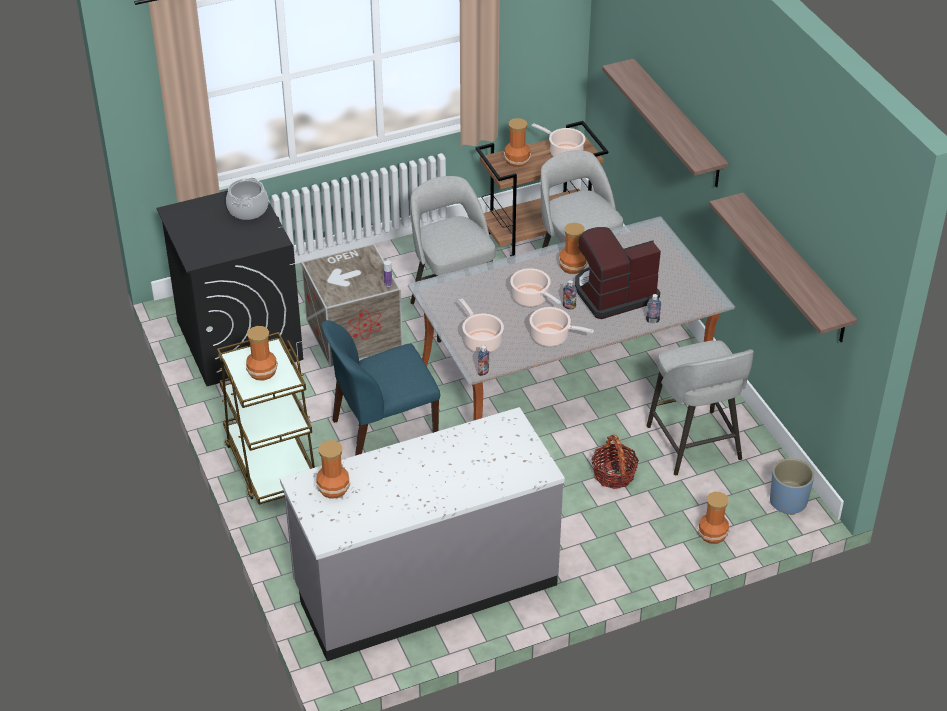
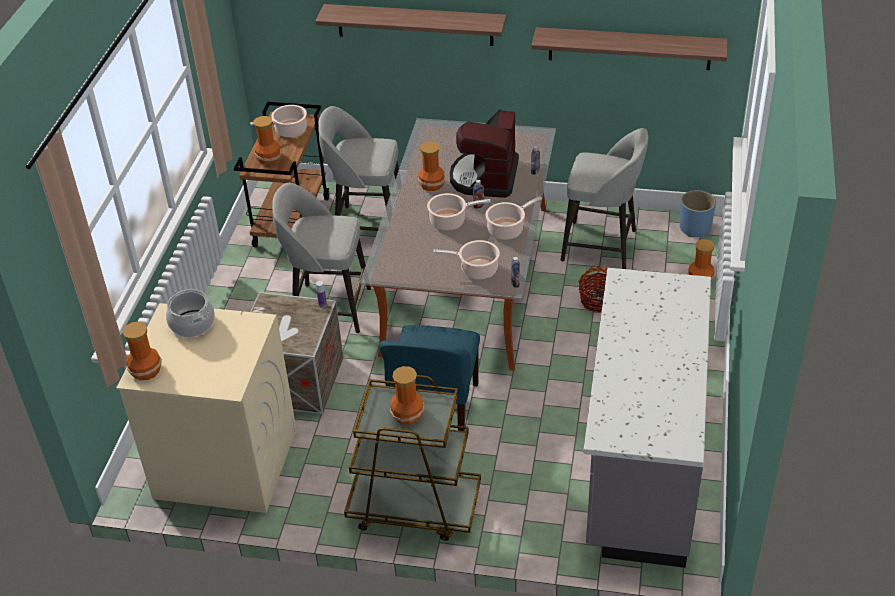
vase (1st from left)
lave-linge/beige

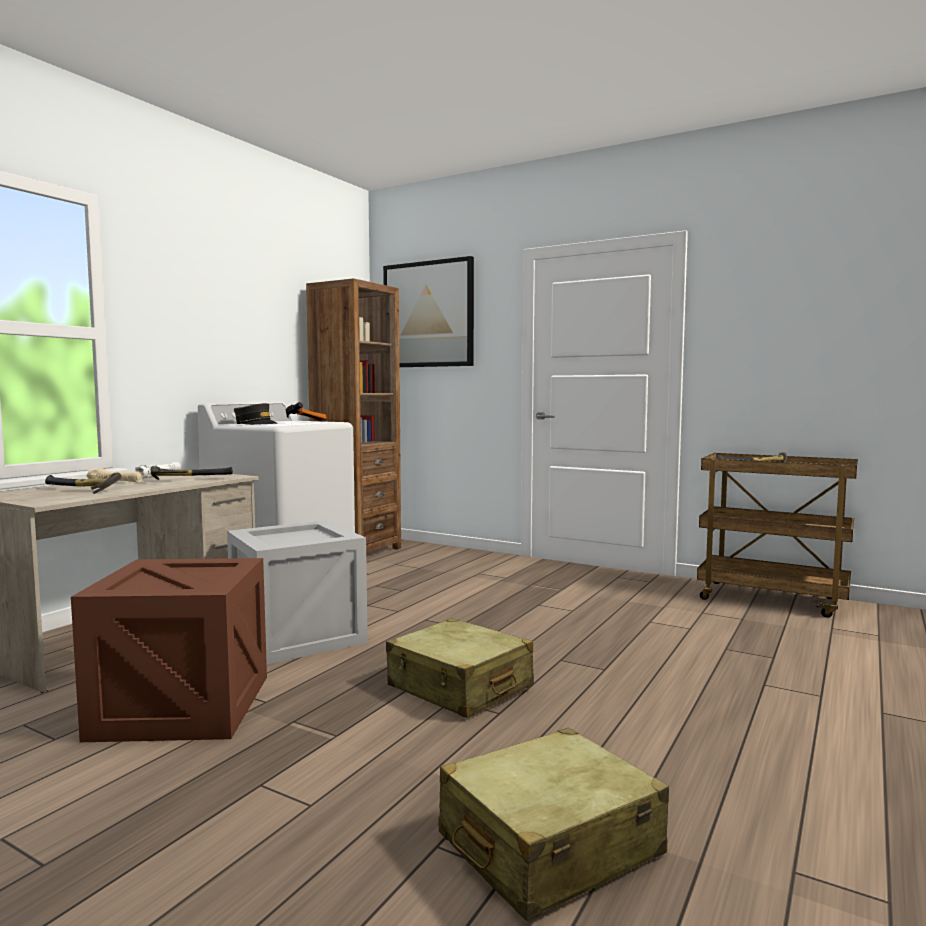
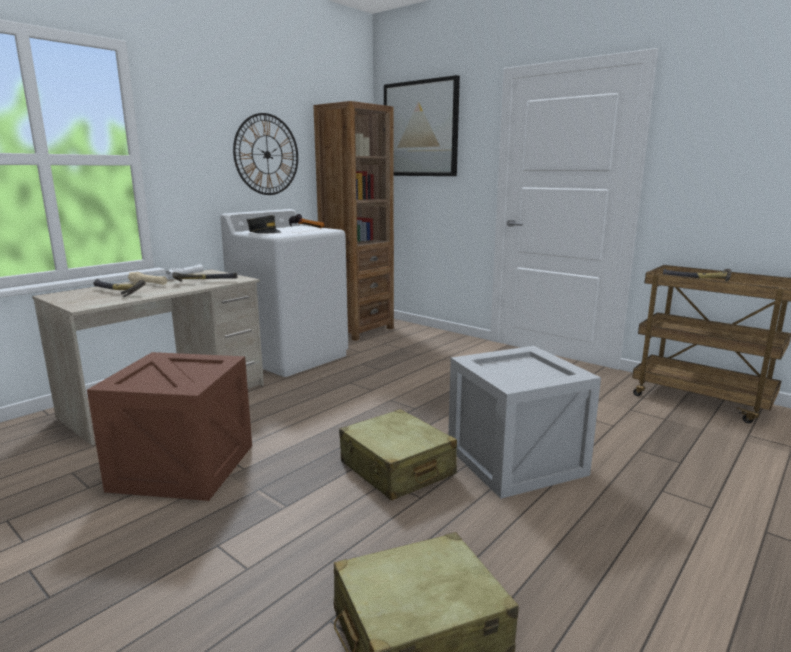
horloge murale
caisse (2nd from left)

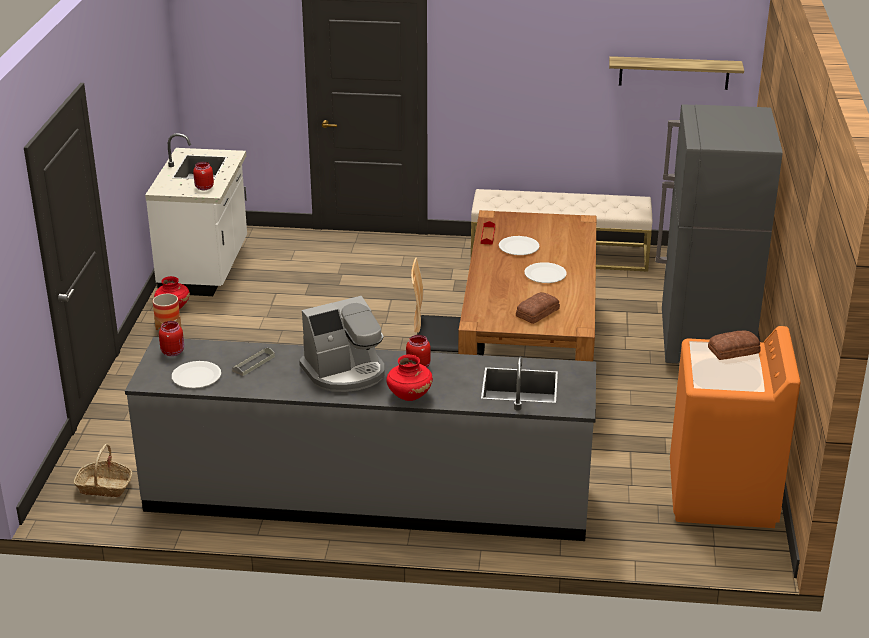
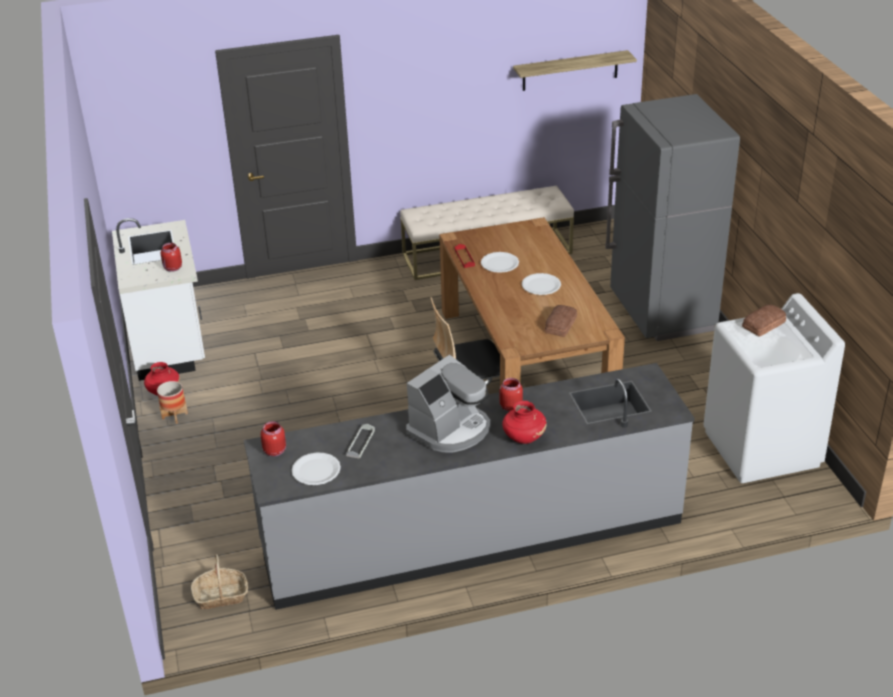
lave-linge/blanc

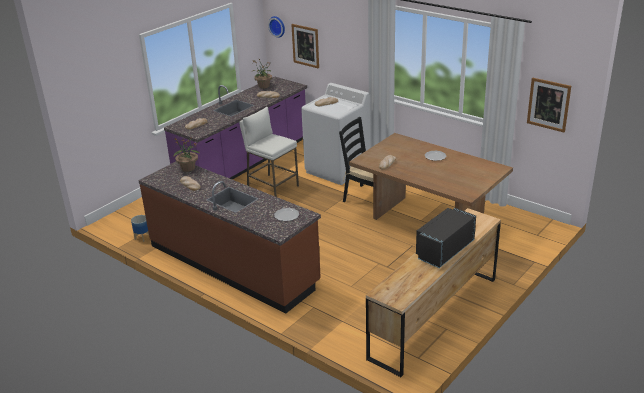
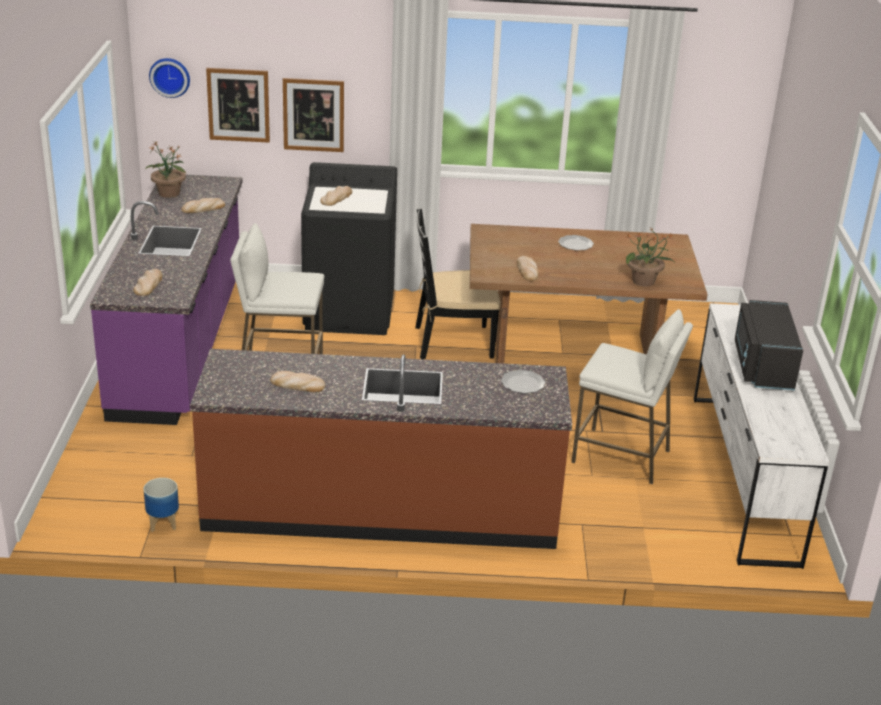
tabouret/blanc (2nd from left)
plante en pot (2nd from left)
tableau (2nd from left)
lave-linge/noir
commode/blanc

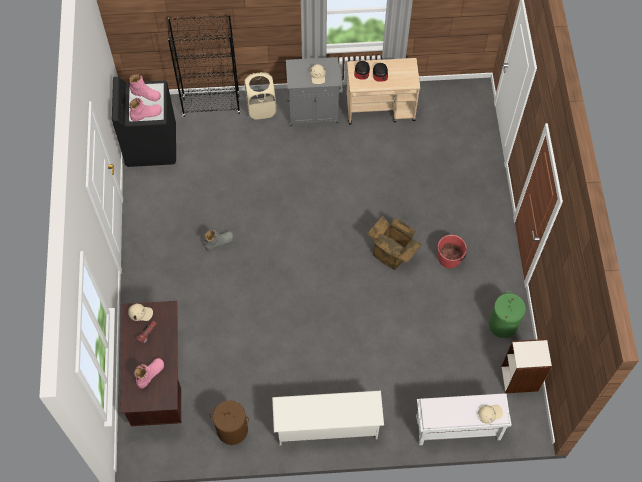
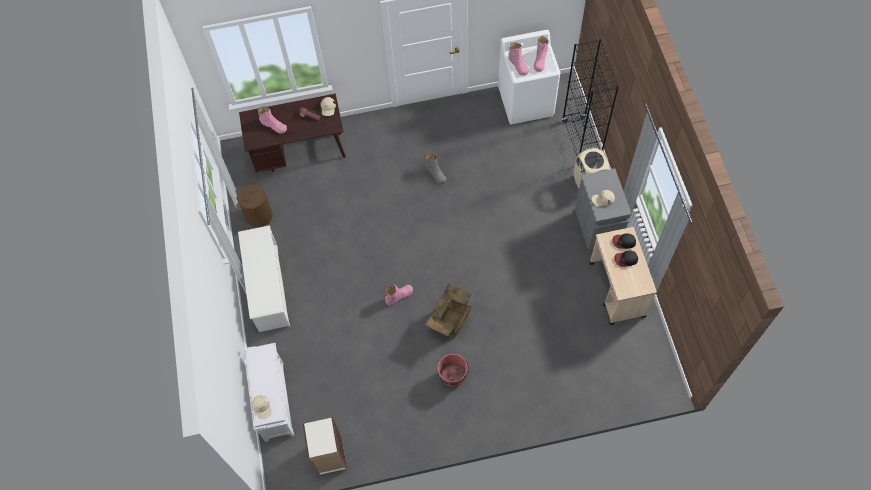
panier à linge/vert
botte/rose (2nd from left)
lave-linge/blanc

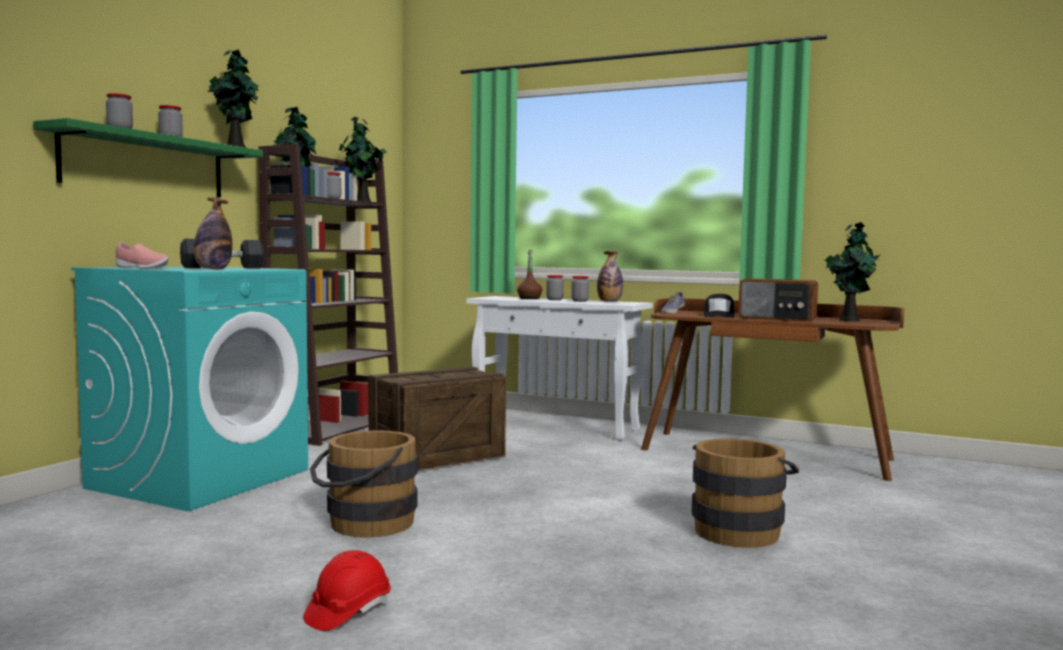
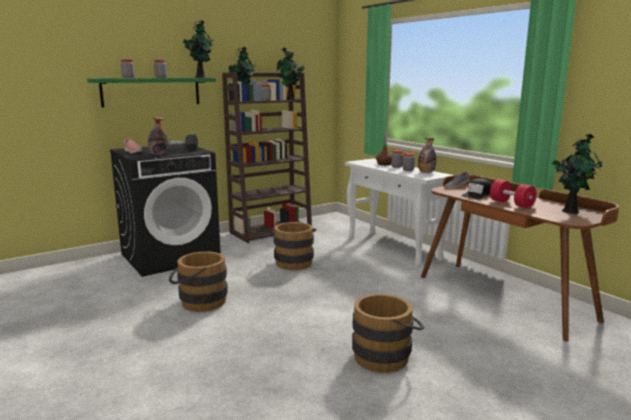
casque de chantier/rouge
seau/marron (2nd from left)
haltère/rouge
lave-linge/noir

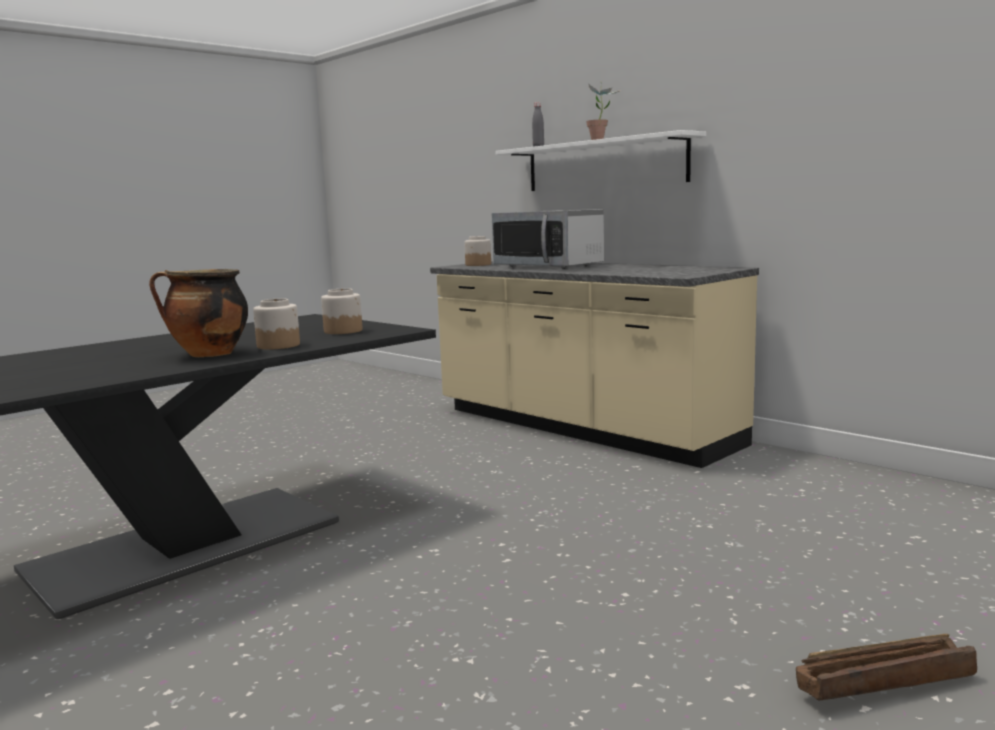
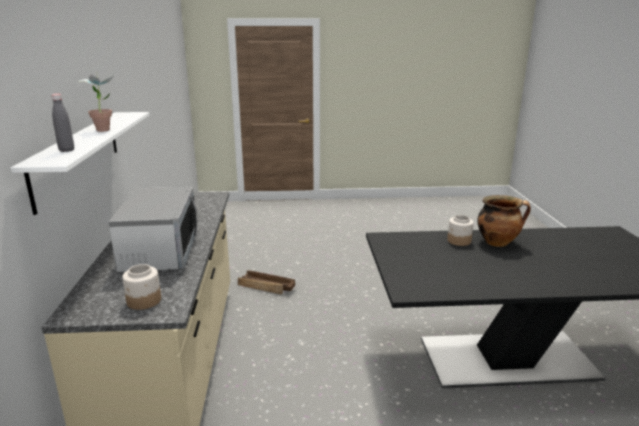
bocal (2nd from left in the first image)
caisse

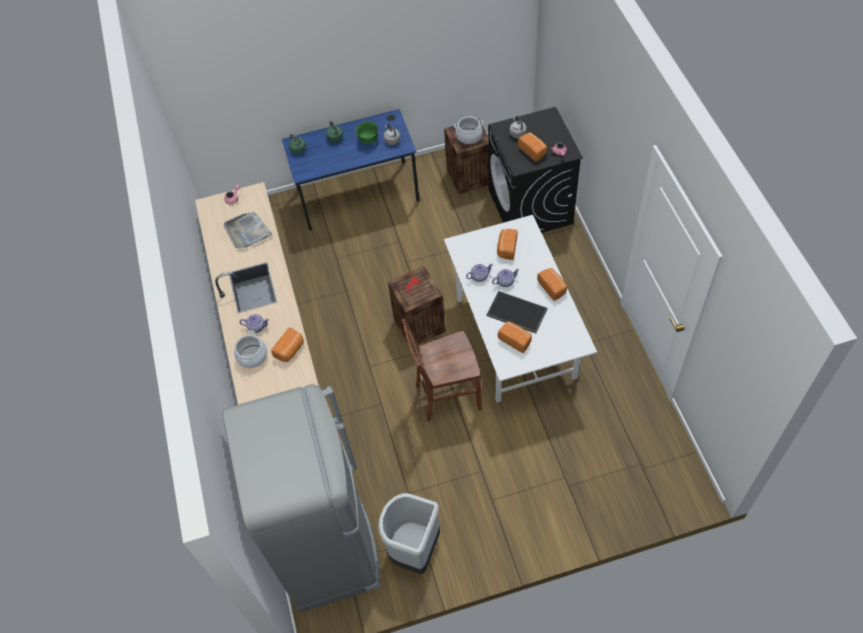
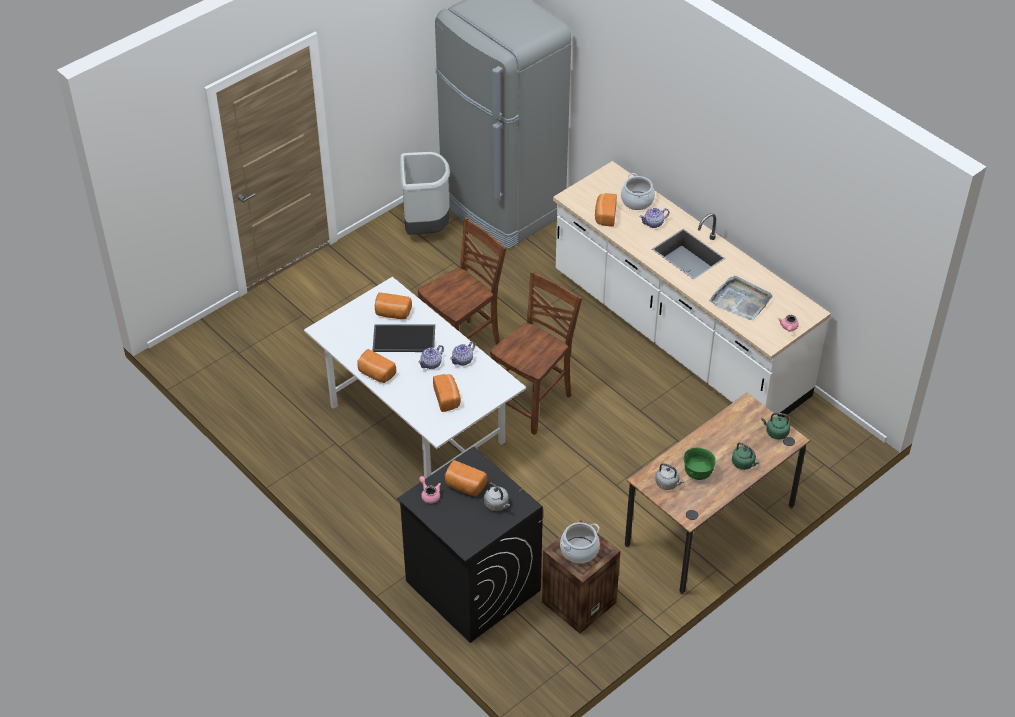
chaise/marron (2nd from left)
bureau/marron

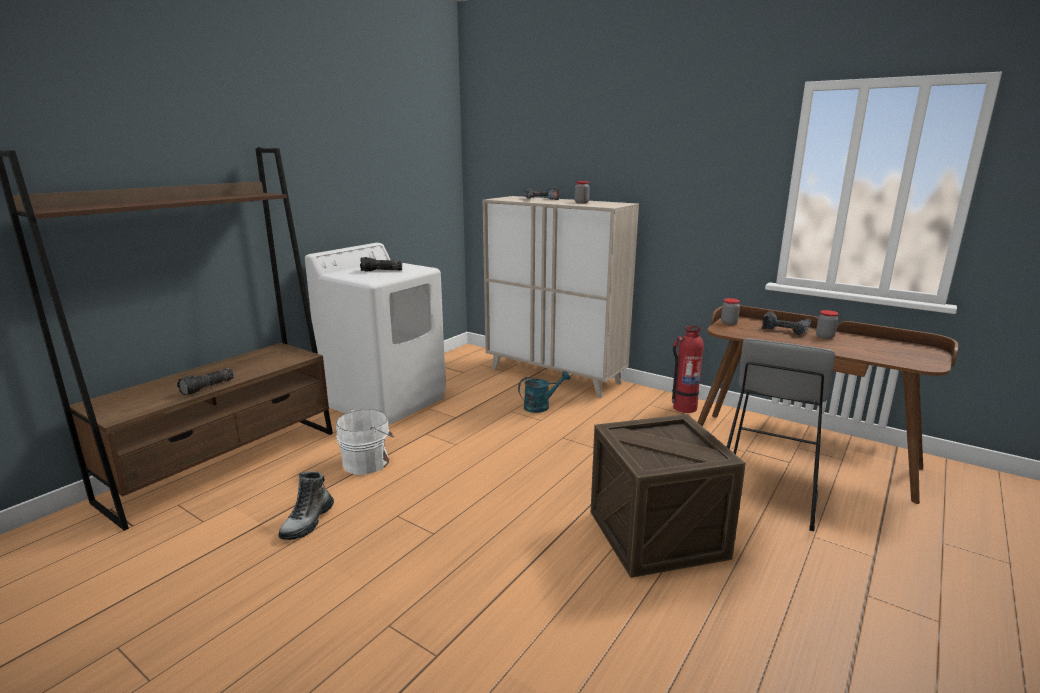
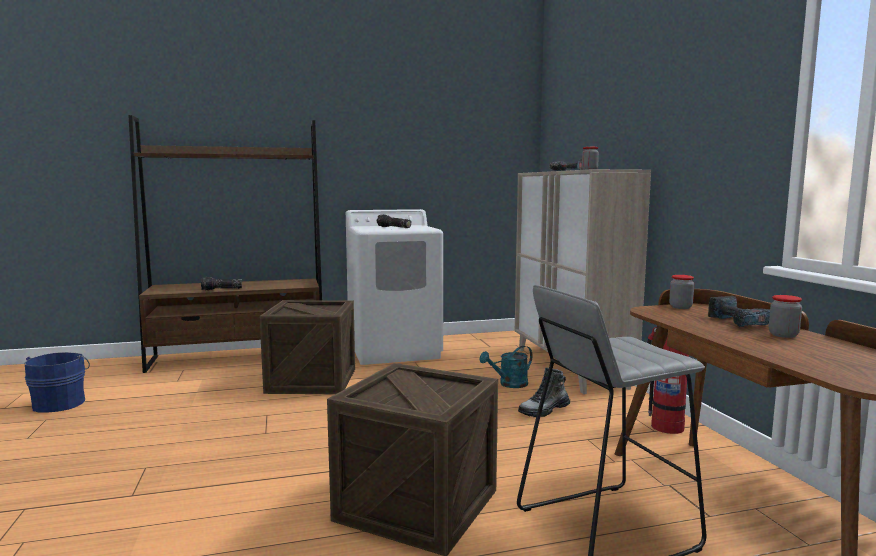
seau/bleu
botte
caisse (1st from left)
arrosoir/turquoise

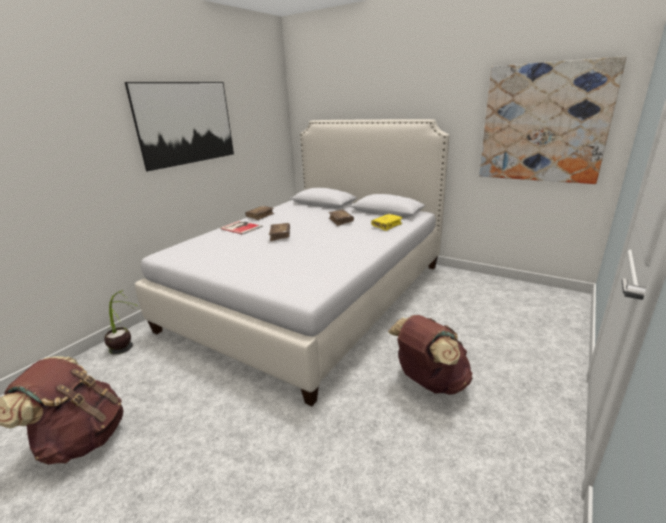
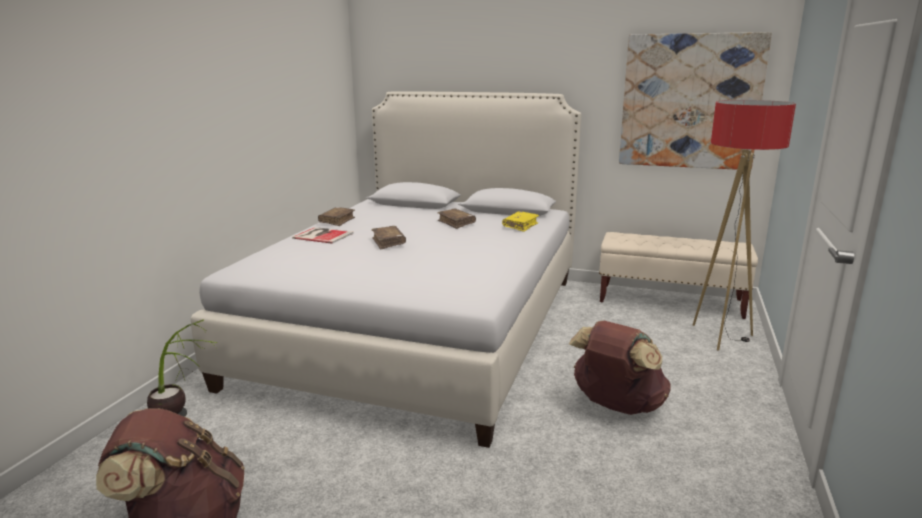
tableau (1st from left in the first image)
banc/beige
lampadaire

